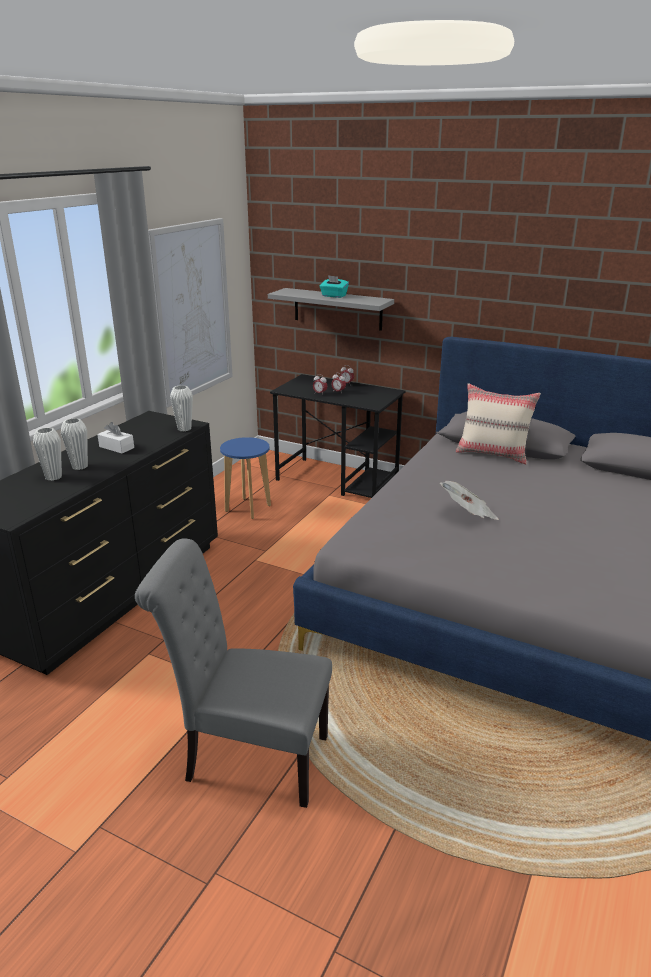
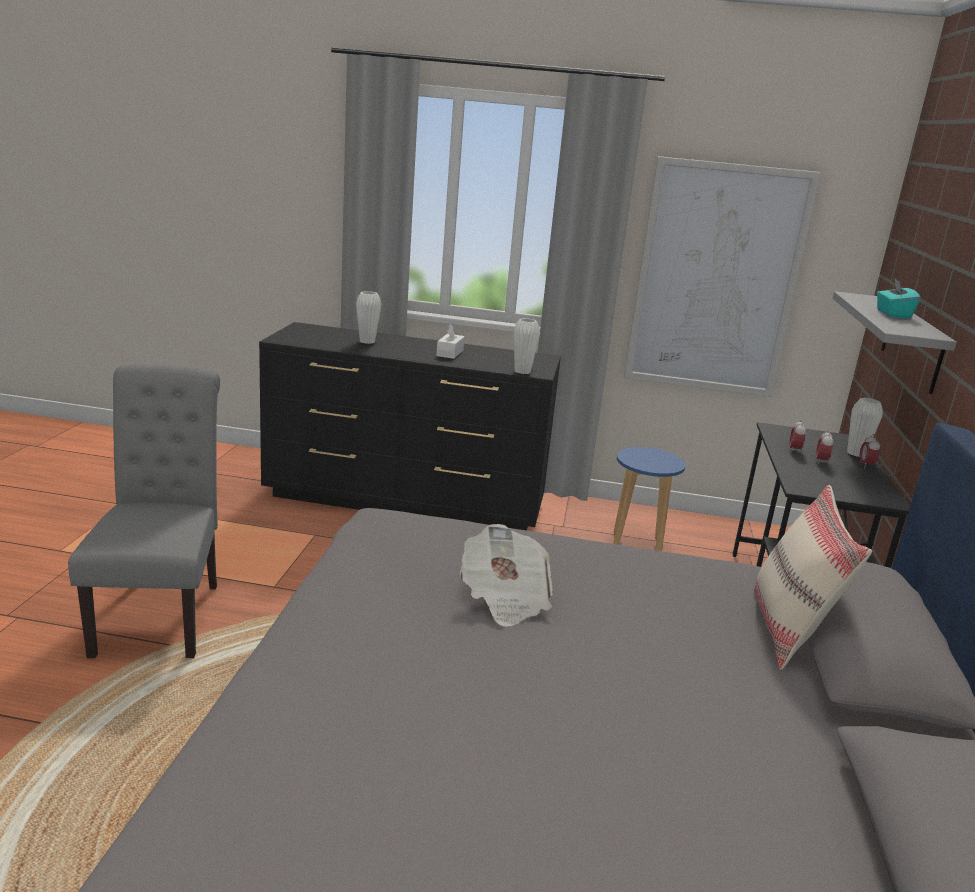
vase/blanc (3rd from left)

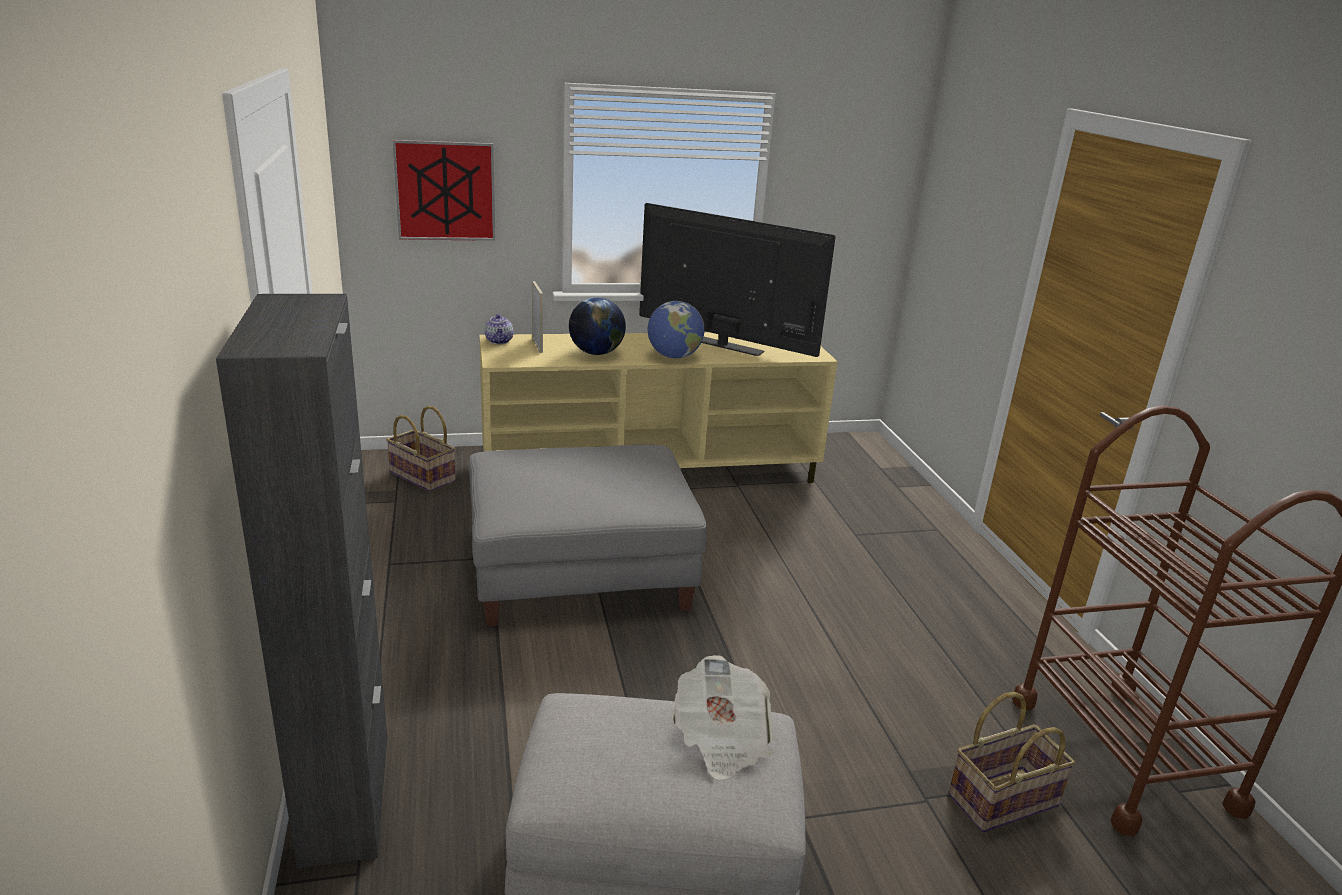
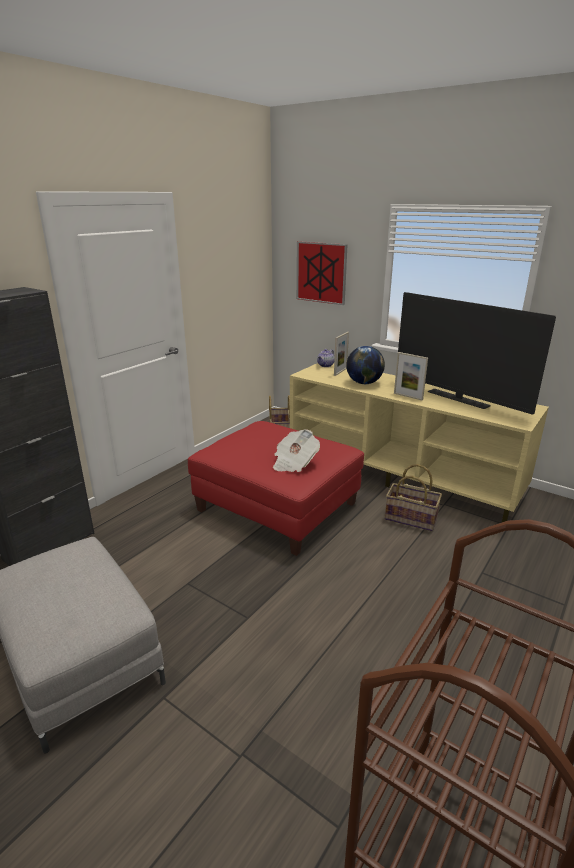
journal
panier (2nd from left)
cadre photo (2nd from left)
pouf/rouge
téléviseur

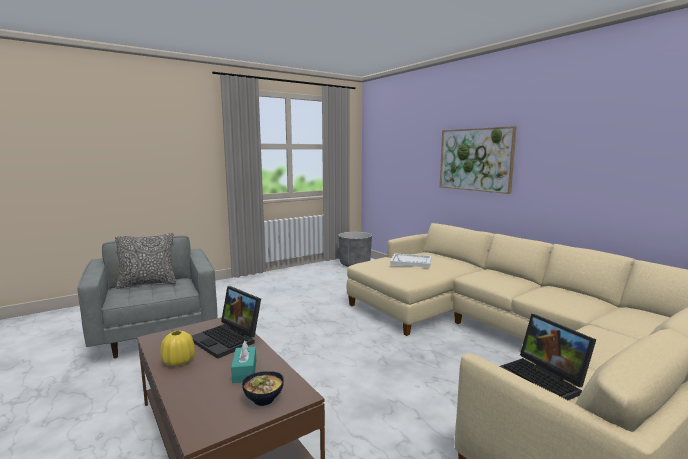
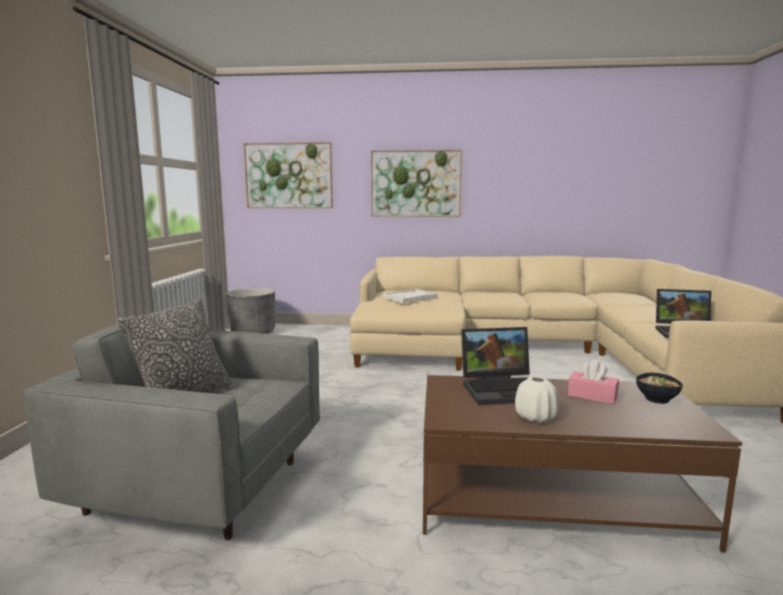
tableau (1st from left)
vase/blanc
boîte à mouchoirs/rose

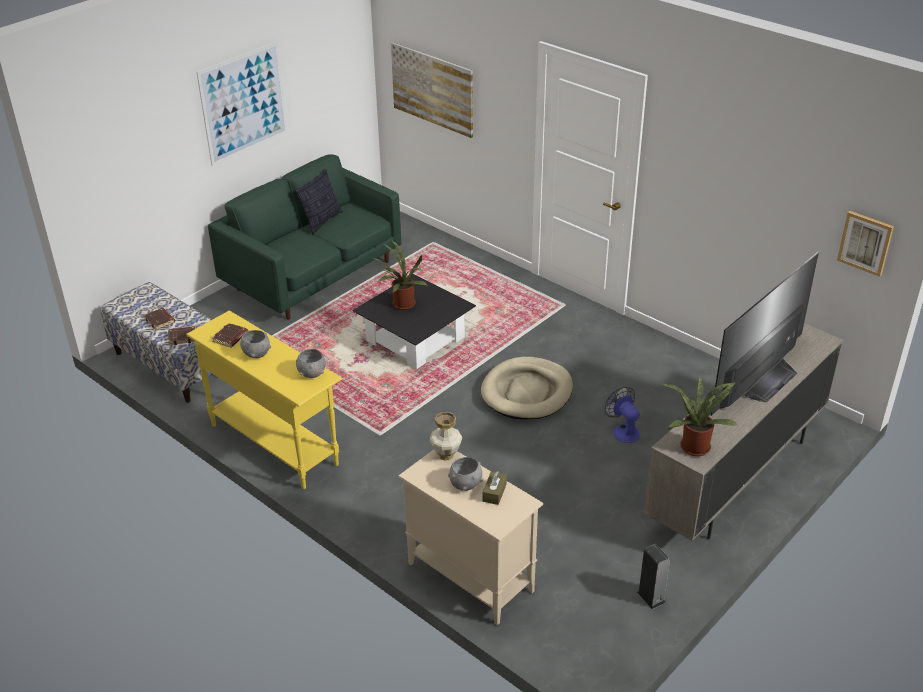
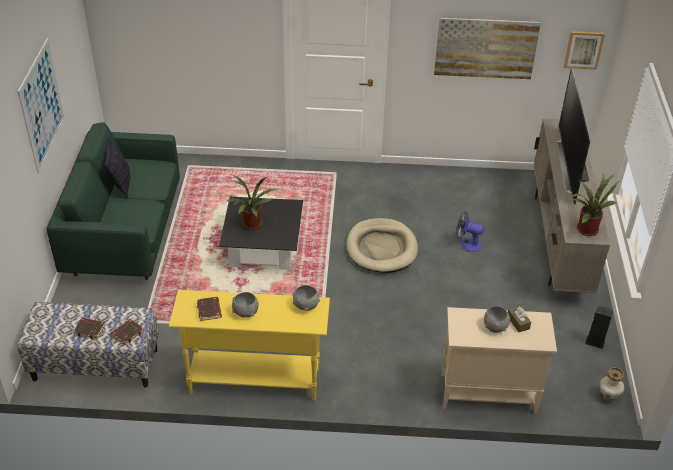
tableau (2nd from left)
vase

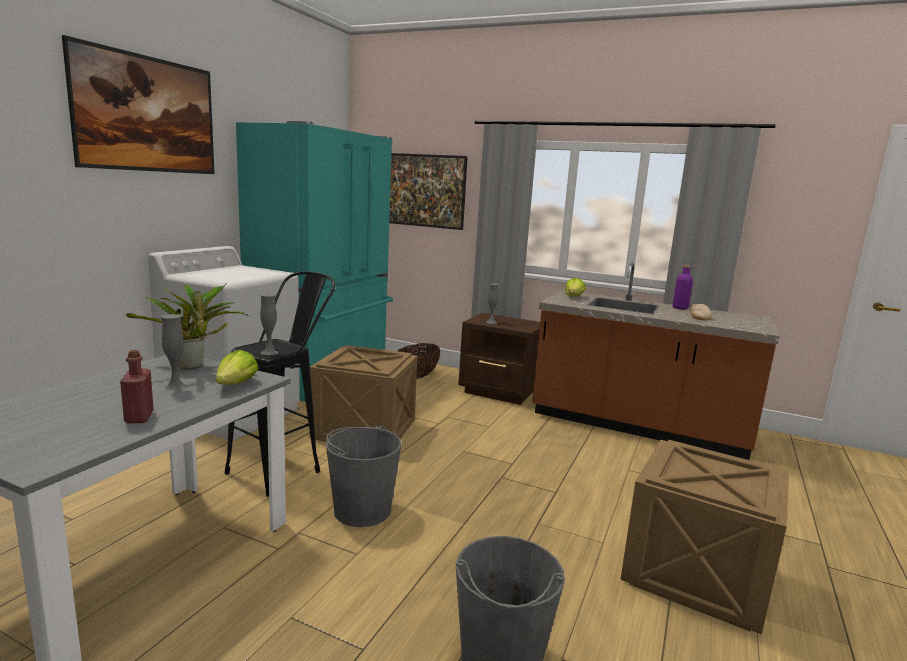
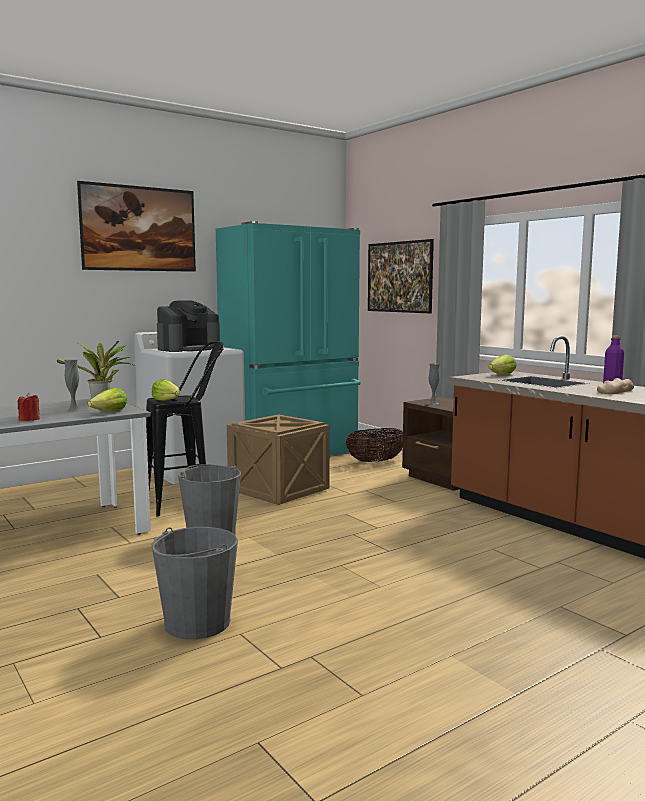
caisse (2nd from left in the first image)
machine à café
bougie/rouge
laitue (2nd from left)

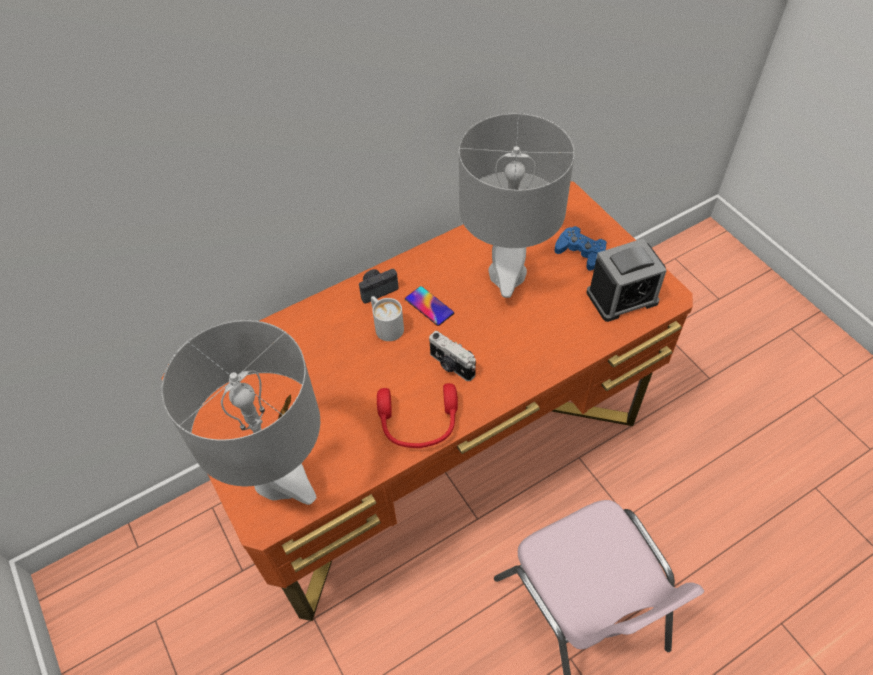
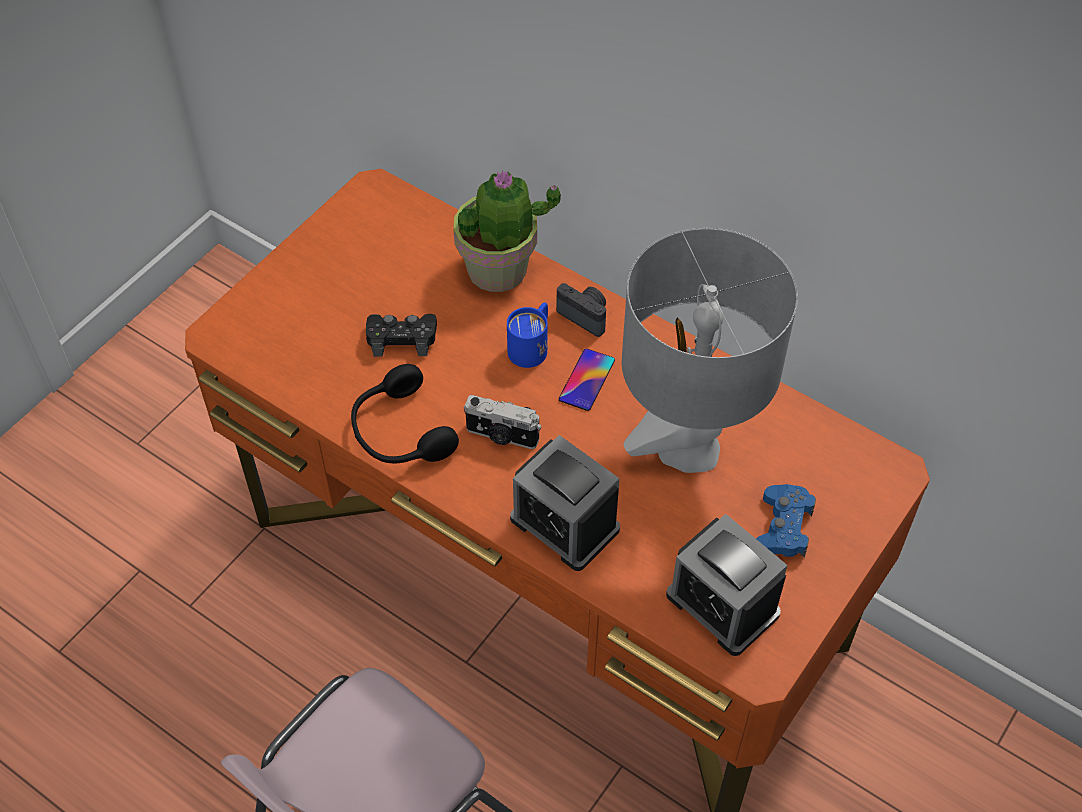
lampe de table/gris (1st from left in the first image)
manette/noir
plante en pot
réveil (1st from left)
mug/bleu
casque audio/noir
appareil photo (1st from left)

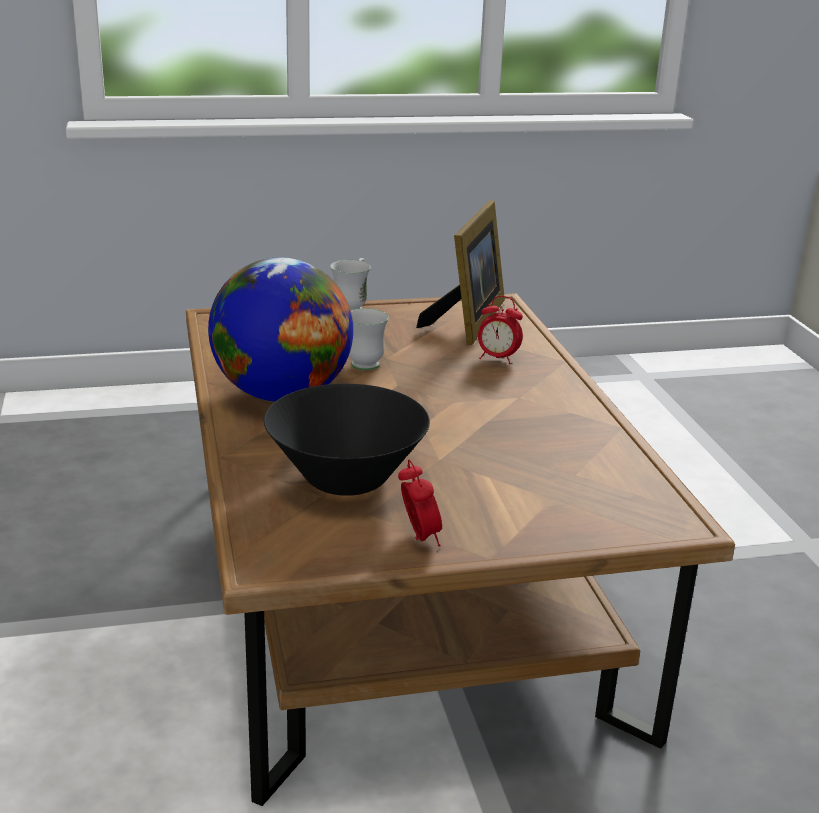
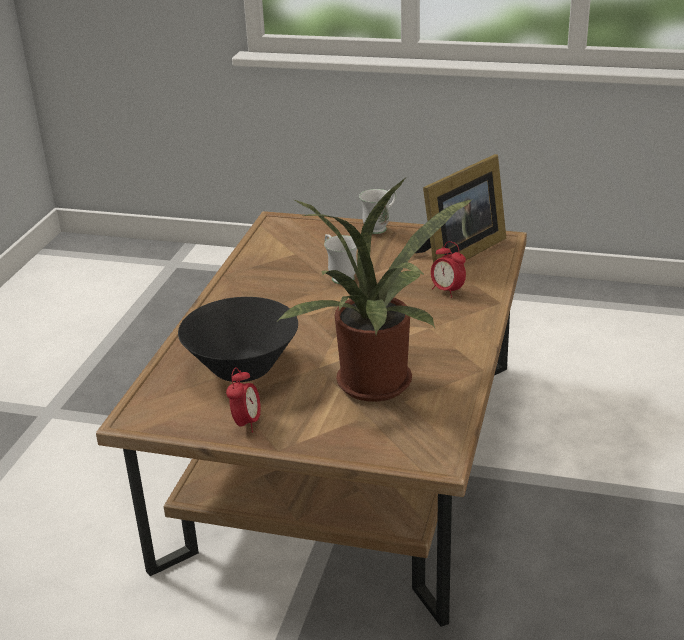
globe
plante en pot

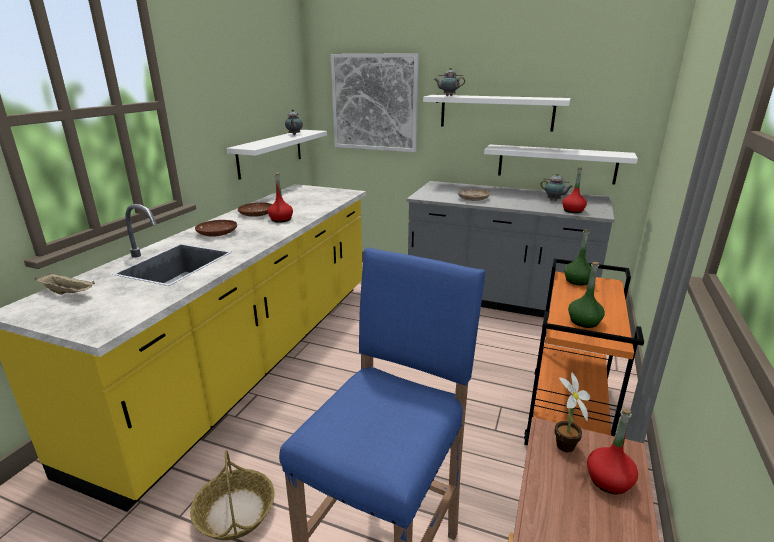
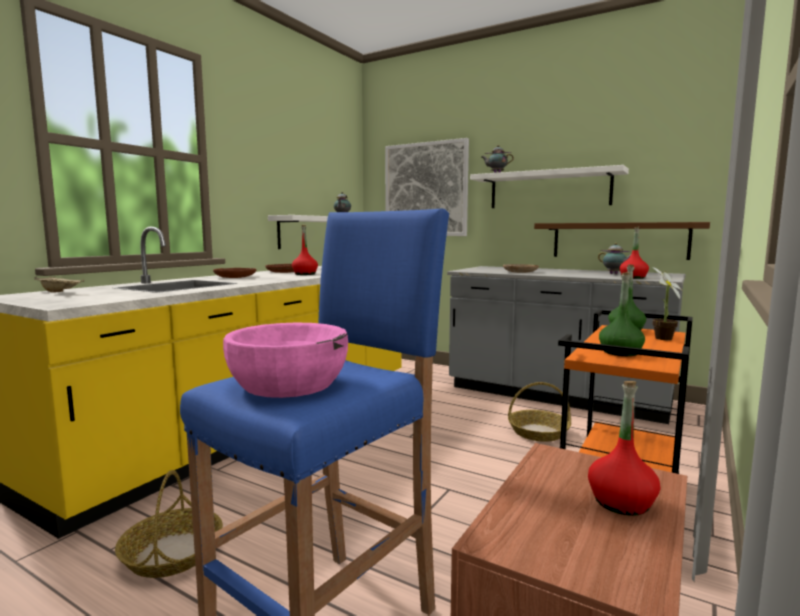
bol/rose
panier (2nd from left)
plante en pot
étagère/marron

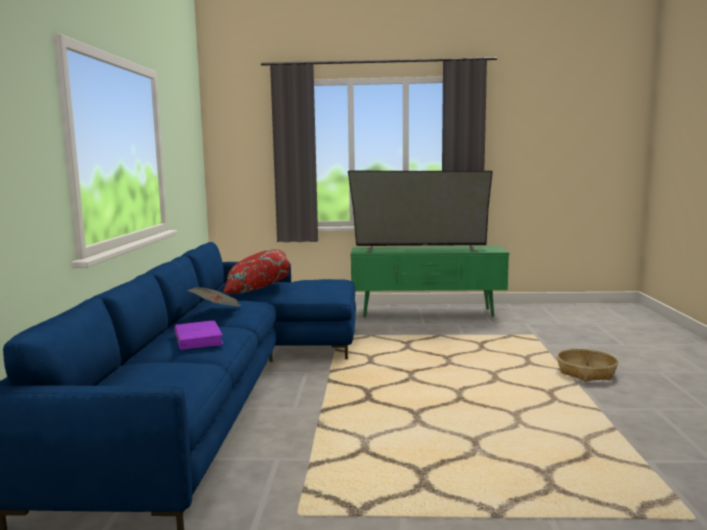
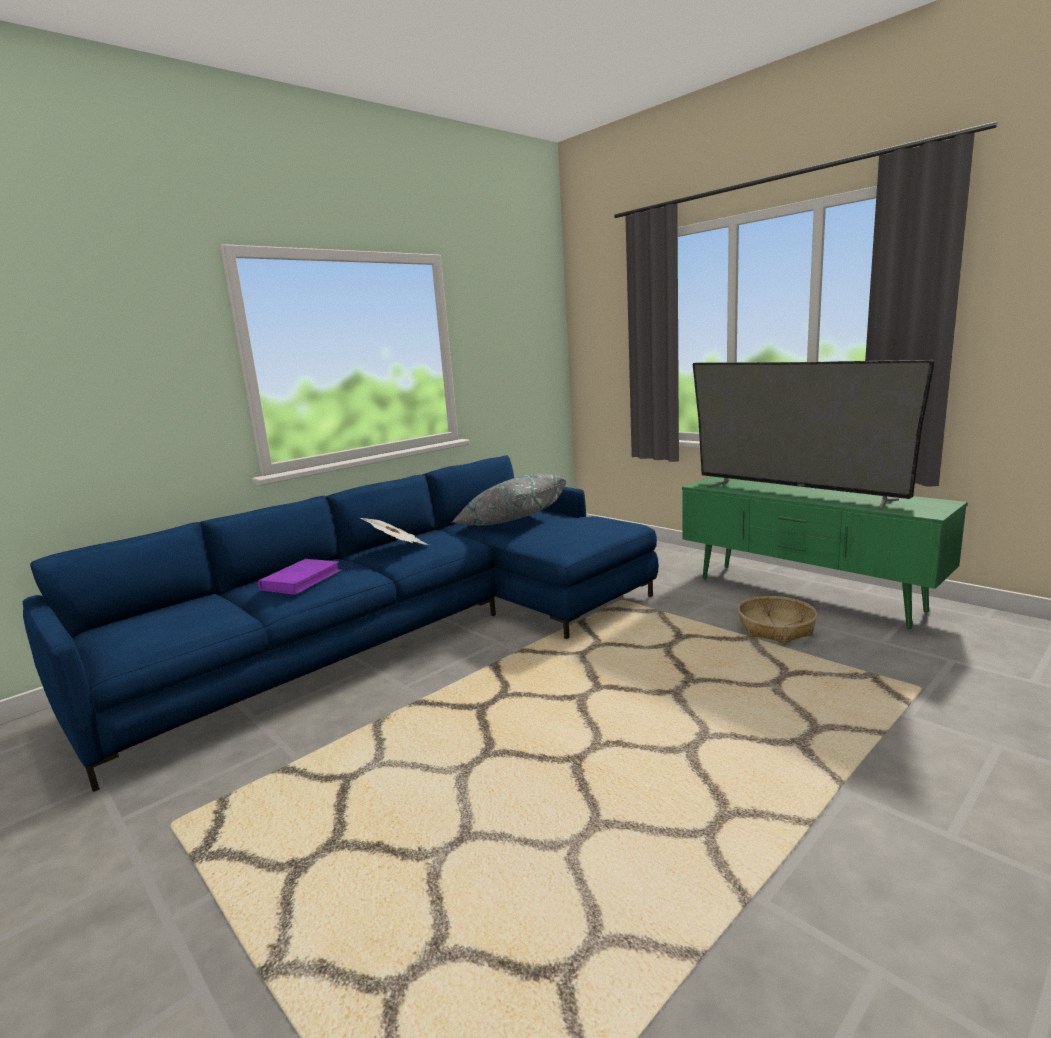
panier
coussin/gris

